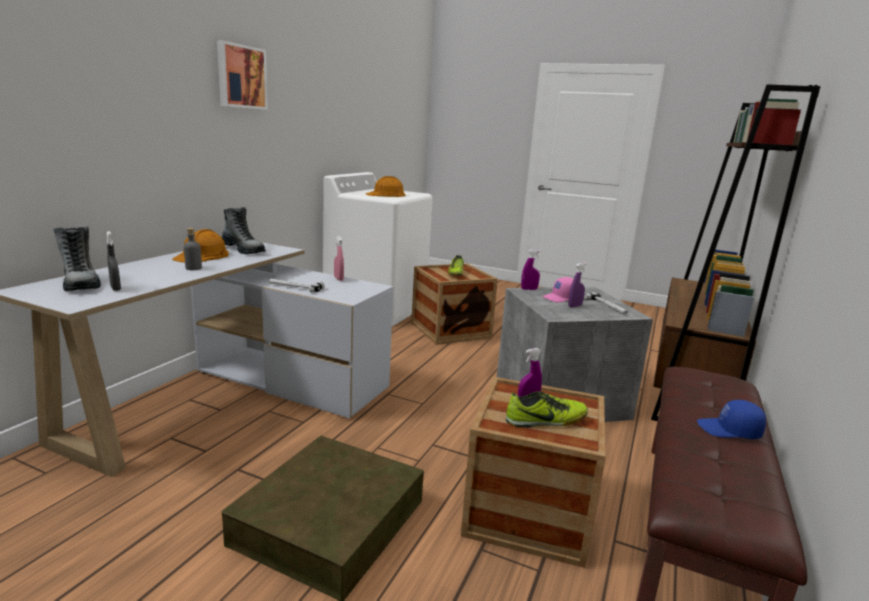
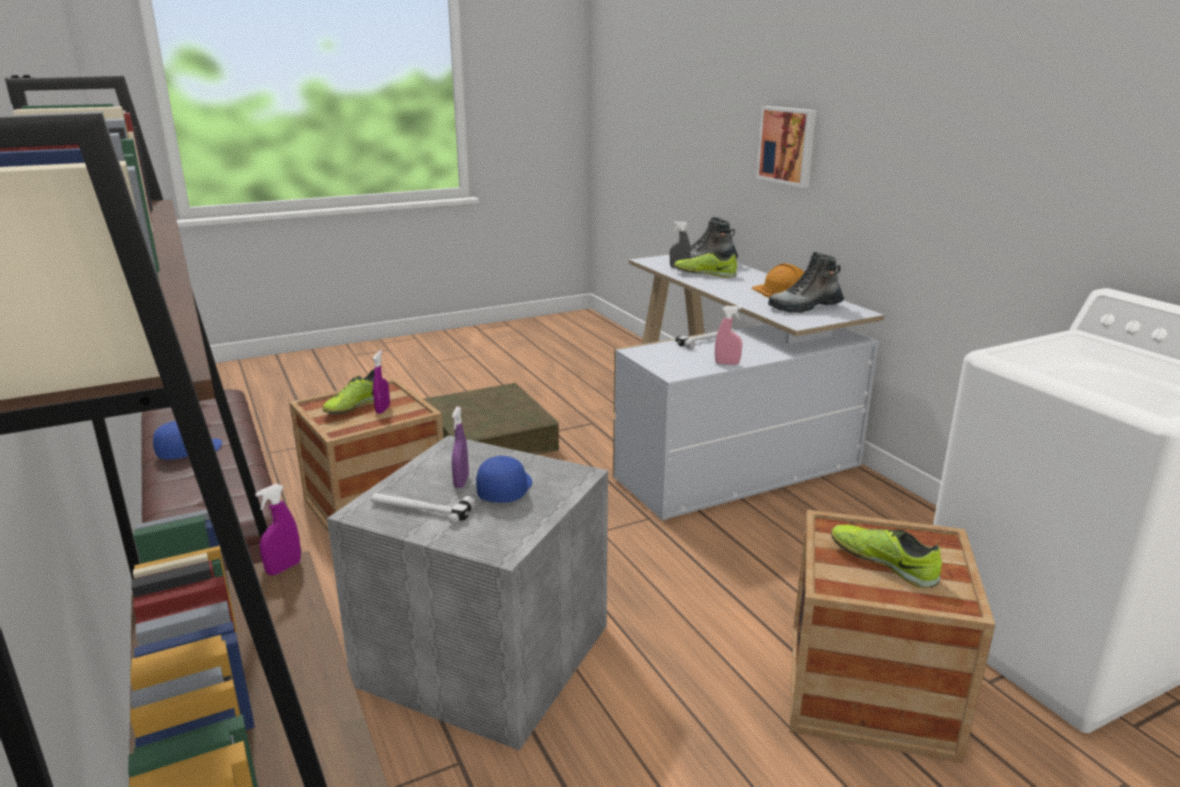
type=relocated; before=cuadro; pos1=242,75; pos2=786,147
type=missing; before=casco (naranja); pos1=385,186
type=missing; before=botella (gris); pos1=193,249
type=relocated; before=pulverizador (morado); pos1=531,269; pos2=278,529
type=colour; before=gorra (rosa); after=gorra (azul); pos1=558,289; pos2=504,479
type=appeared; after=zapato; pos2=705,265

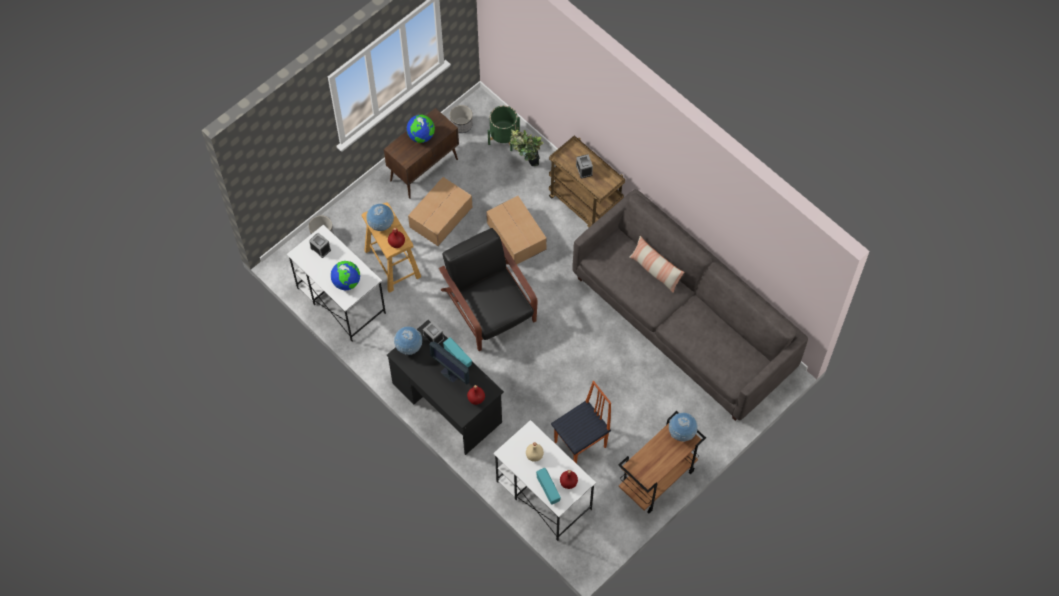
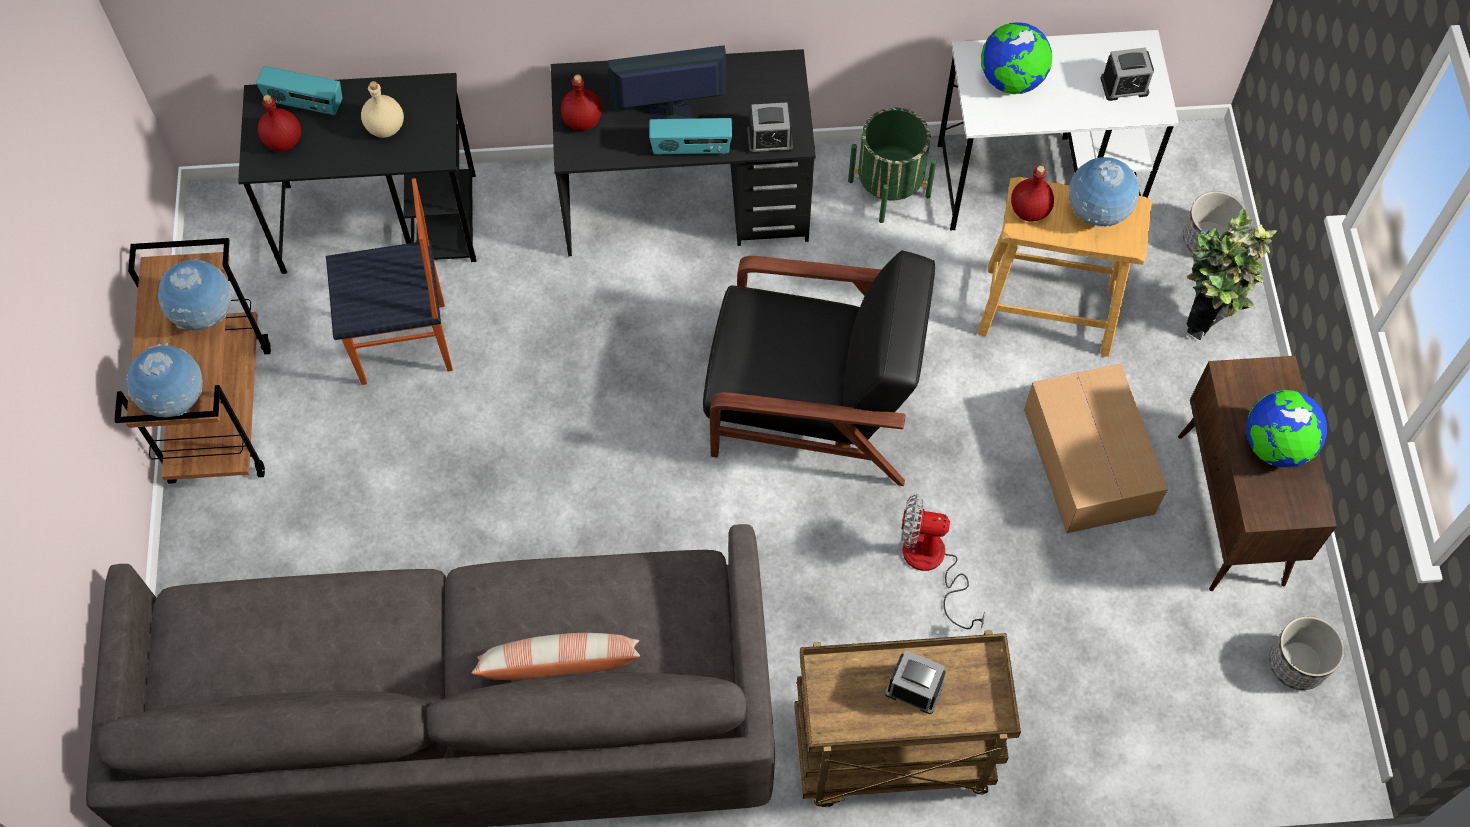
type=relocated; before=maceta (verde); pos1=504,128; pos2=892,165
type=relocated; before=planta en maceta; pos1=527,148; pos2=1232,274
type=exchanged; before=caja de cartón; after=ventilador; pos1=516,230; pos2=943,561
type=relocated; before=globo terráqueo; pos1=408,341; pos2=195,294
type=spun; before=silla; pos1=581,422; pos2=389,281; turn=-105
type=colour; before=escritorio (blanco); after=escritorio (negro); pos1=544,480; pos2=357,173

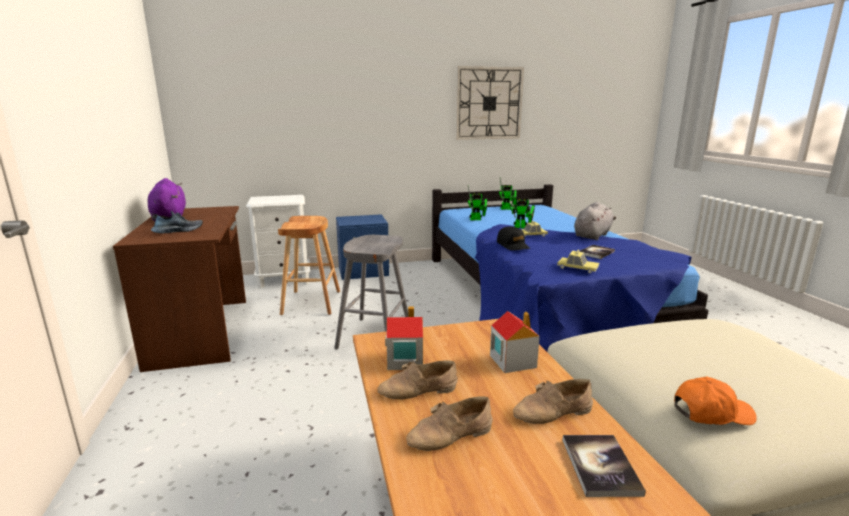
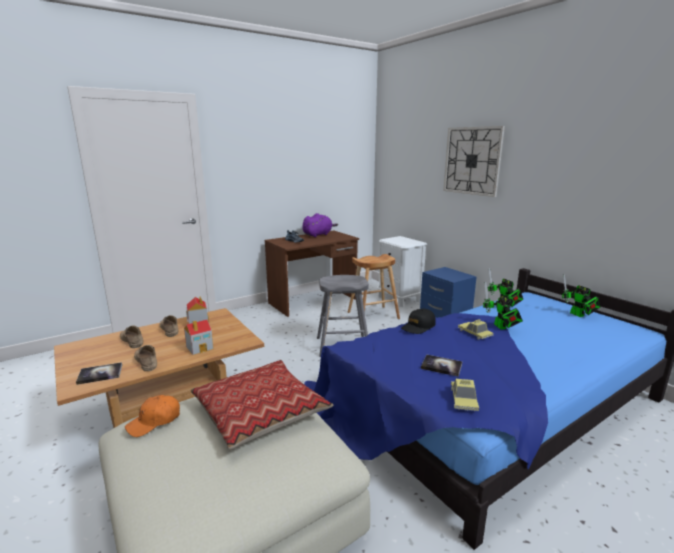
type=relocated; before=reloj de pared; pos1=490,103; pos2=474,161
type=missing; before=peluche (gris); pos1=595,221
type=relocated; before=coche de juguete; pos1=578,261; pos2=465,395
type=spun; before=gorra (naranja); pos1=715,400; pos2=152,416; turn=75
type=appeared; after=cojín; pos2=262,405

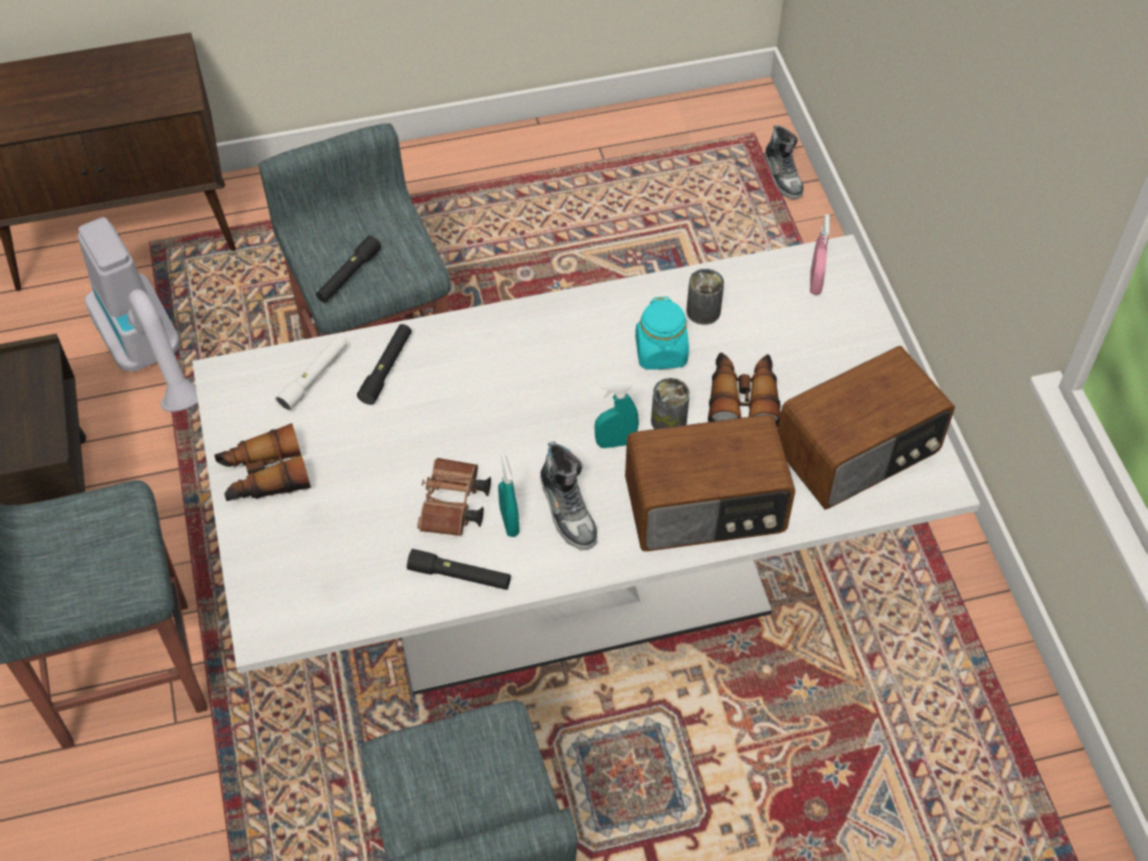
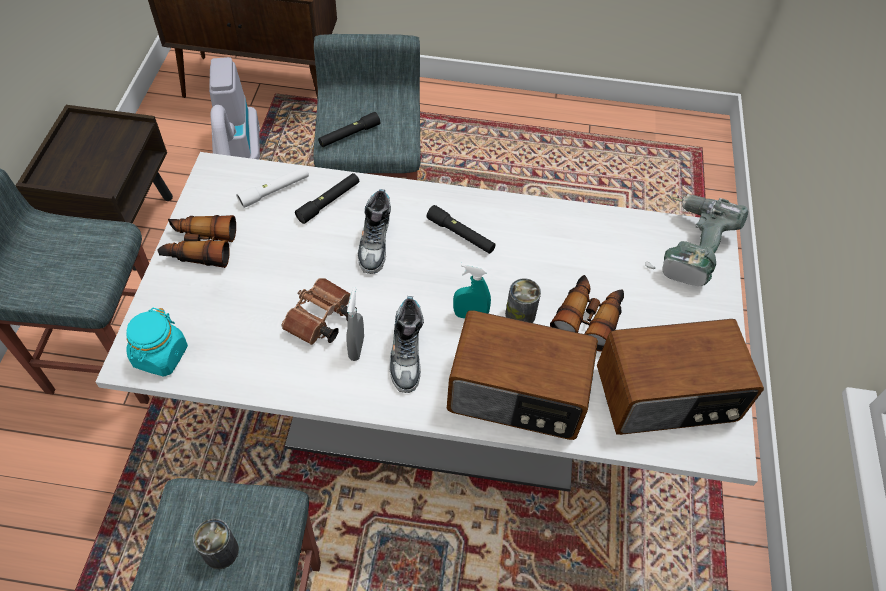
type=relocated; before=zapato; pos1=784,162; pos2=374,231
type=exchanged; before=pulverizador (rosa); after=taladro; pos1=820,254; pos2=696,240
type=relocated; before=lata; pos1=705,297; pos2=216,544
type=relocated; before=tarro (turquesa); pos1=662,333; pos2=157,342
type=colour; before=pulverizador (turquesa); after=pulverizador (gris); pos1=509,494; pos2=355,324
type=relocated; before=linterna (negro); pos1=459,569; pos2=461,229

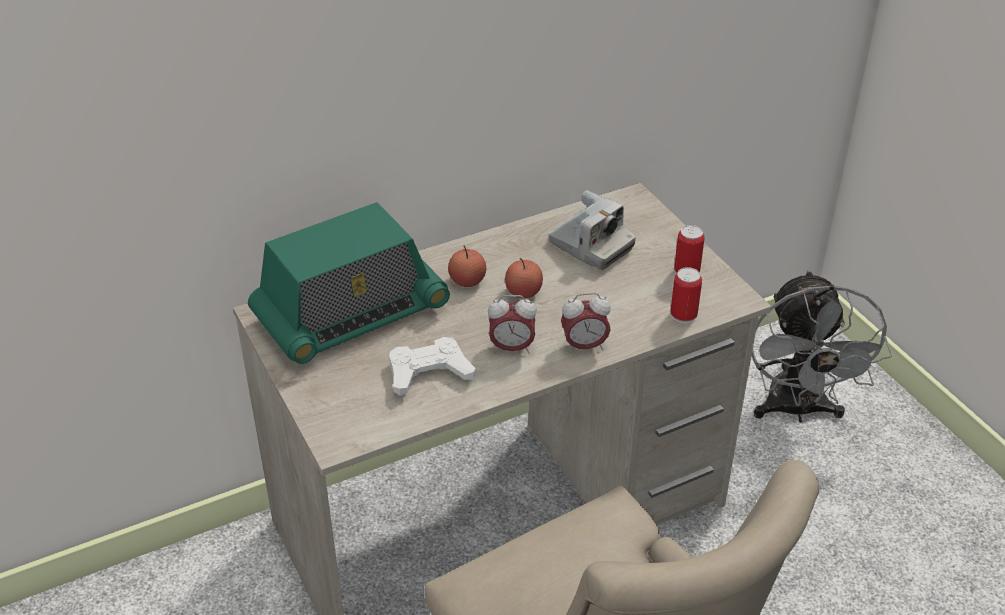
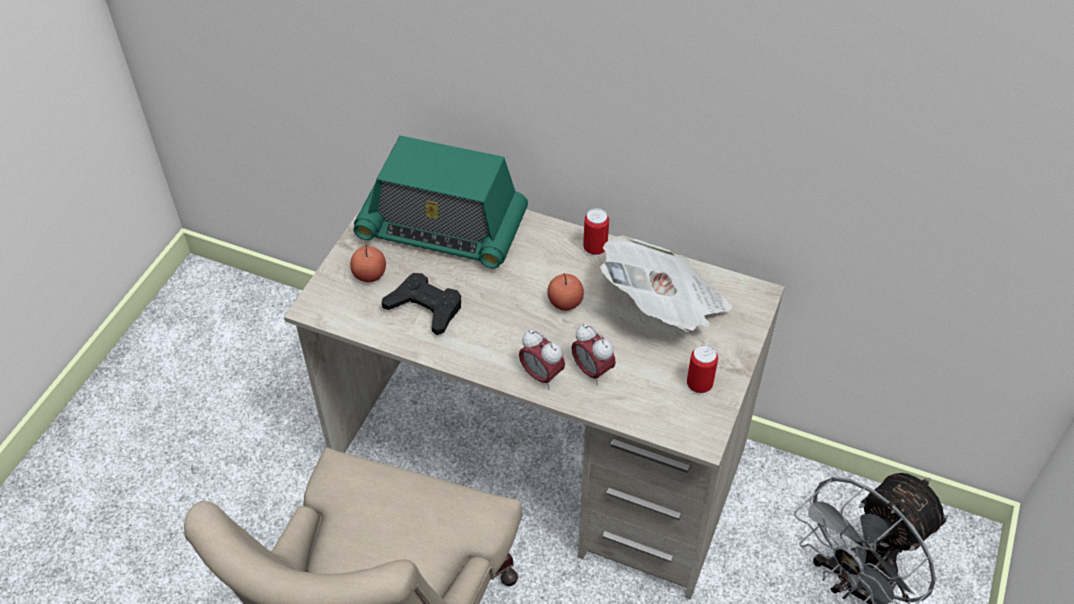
type=exchanged; before=cámara; after=periódico; pos1=592,230; pos2=666,283
type=relocated; before=manzana; pos1=467,266; pos2=368,263
type=relocated; before=lata; pos1=686,295; pos2=596,232
type=relocated; before=despertador; pos1=512,324; pos2=593,354
type=colour; before=mando de consola (blanco); after=mando de consola (negro); pos1=432,366; pos2=421,304

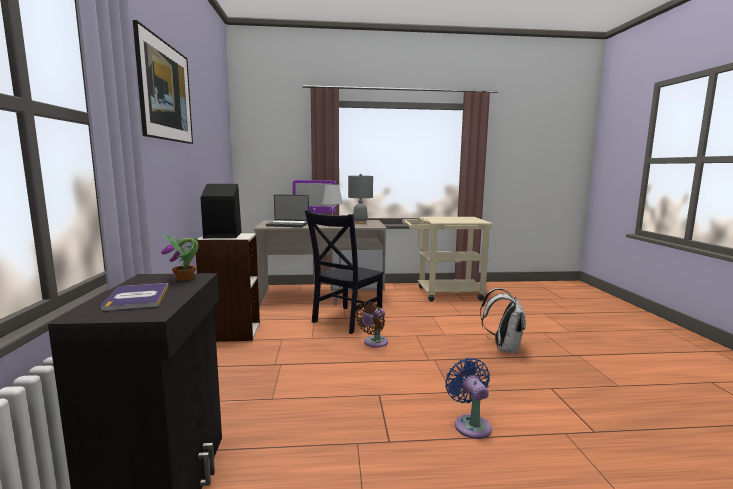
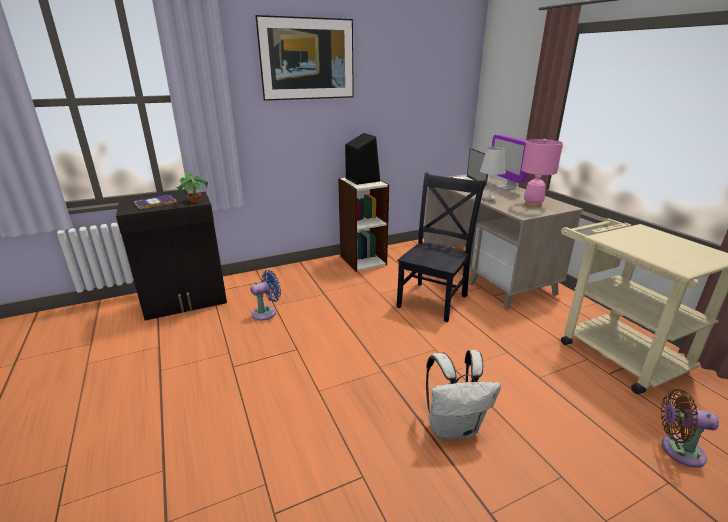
type=colour; before=lámpara de mesa (gris); after=lámpara de mesa (rosa); pos1=360,199; pos2=542,173
type=spun; before=silla (negro); pos1=344,272; pos2=441,247; turn=105
type=relocated; before=ventilador (marrón); pos1=372,324; pos2=690,428
type=relocated; before=ventilador (azul); pos1=468,398; pos2=265,295

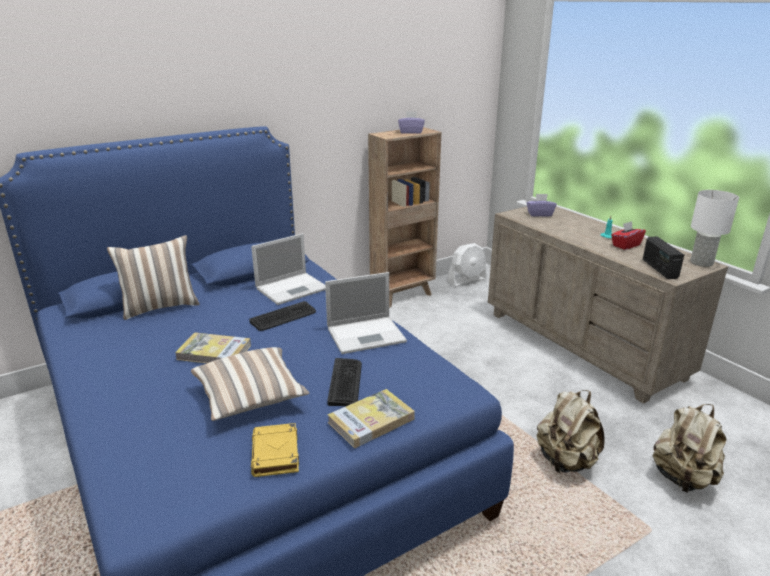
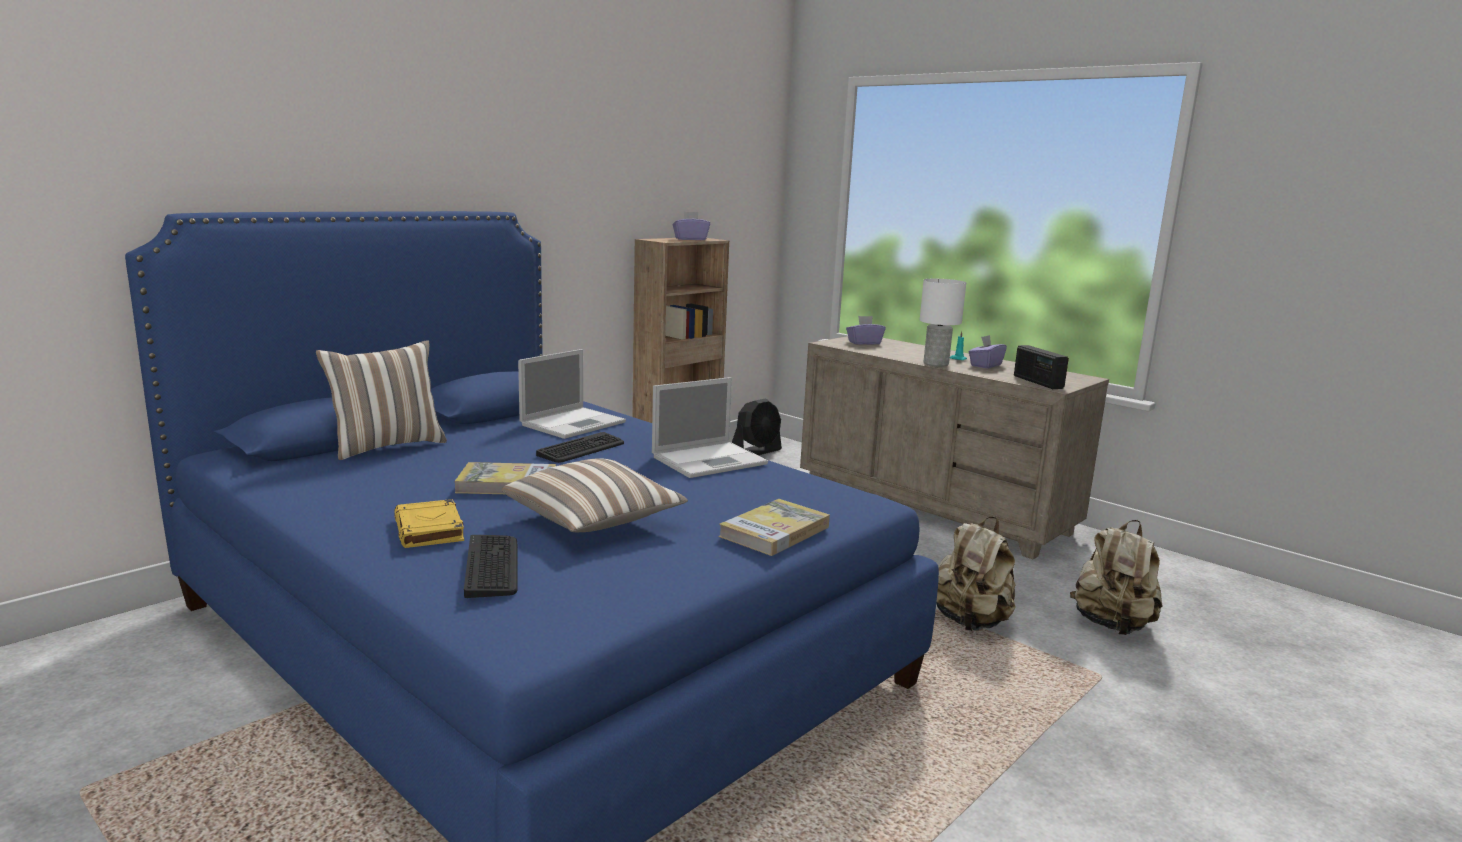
type=relocated; before=lámpara de mesa (blanco); pos1=714,228; pos2=943,323
type=colour; before=caja de pañuelos (rojo); after=caja de pañuelos (morado); pos1=628,235; pos2=988,352
type=colour; before=ventilador (blanco); after=ventilador (negro); pos1=467,265; pos2=757,426
type=relocated; before=teclado; pos1=344,382; pos2=491,566
type=relocated; before=libro (amarillo); pos1=275,450; pos2=429,523

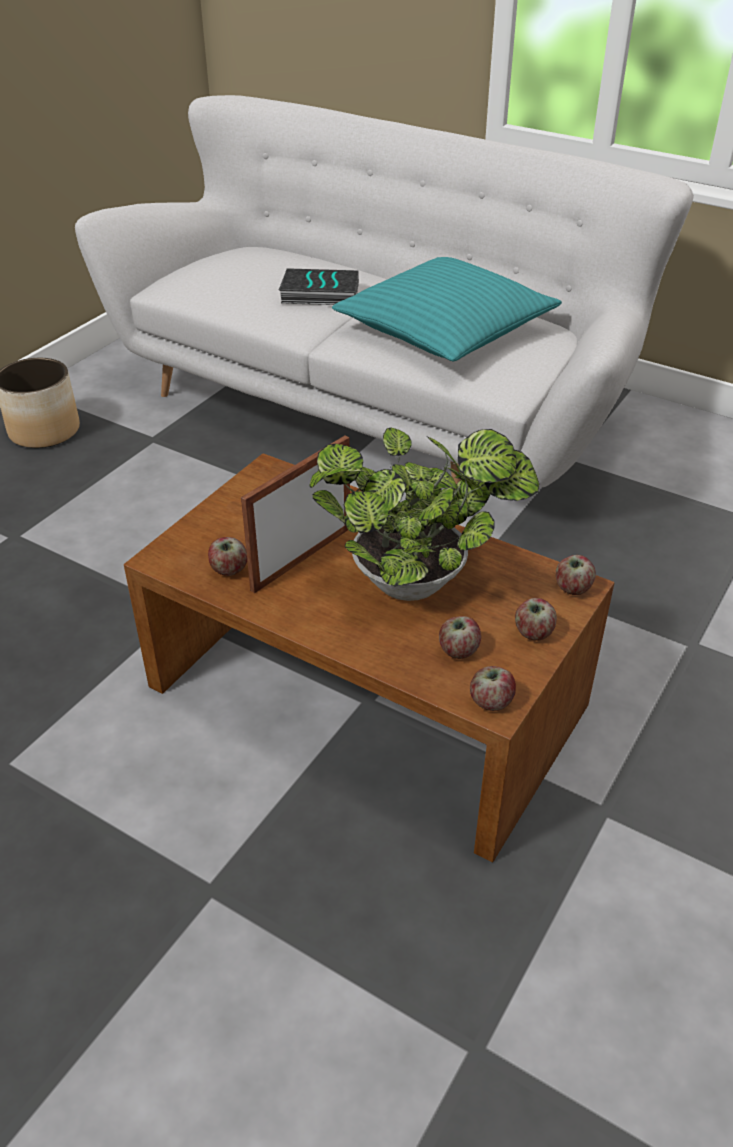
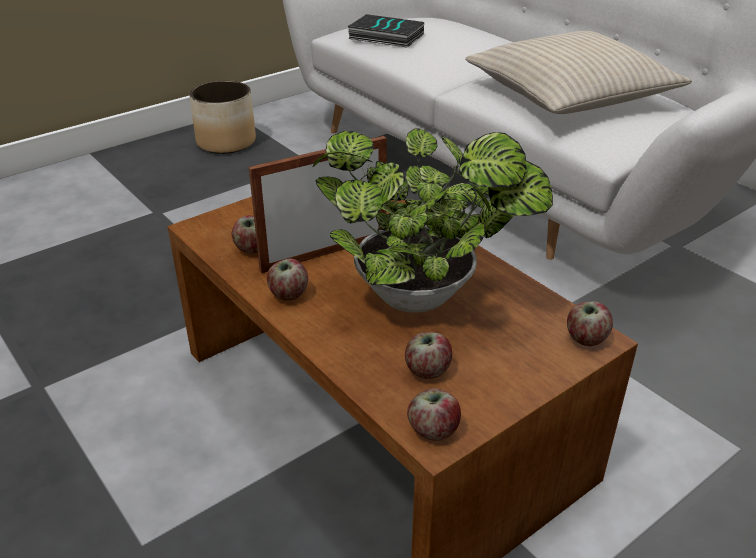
type=colour; before=cojín (turquesa); after=cojín (beis); pos1=447,309; pos2=578,72
type=relocated; before=libro; pos1=319,286; pos2=385,30
type=relocated; before=manzana; pos1=536,619; pos2=287,279

